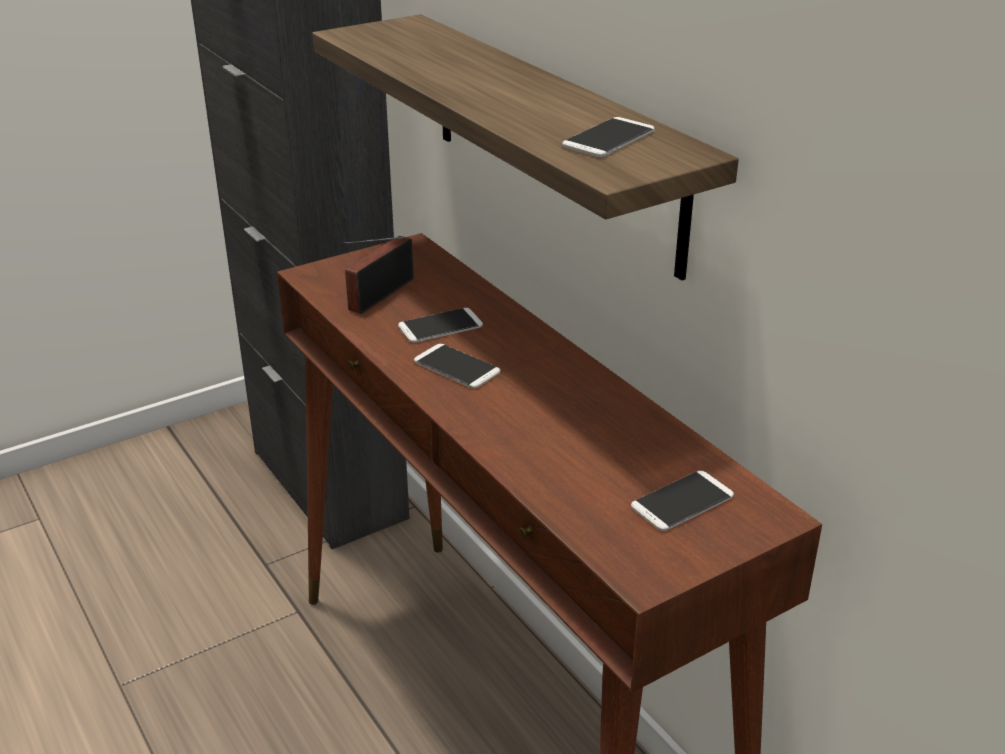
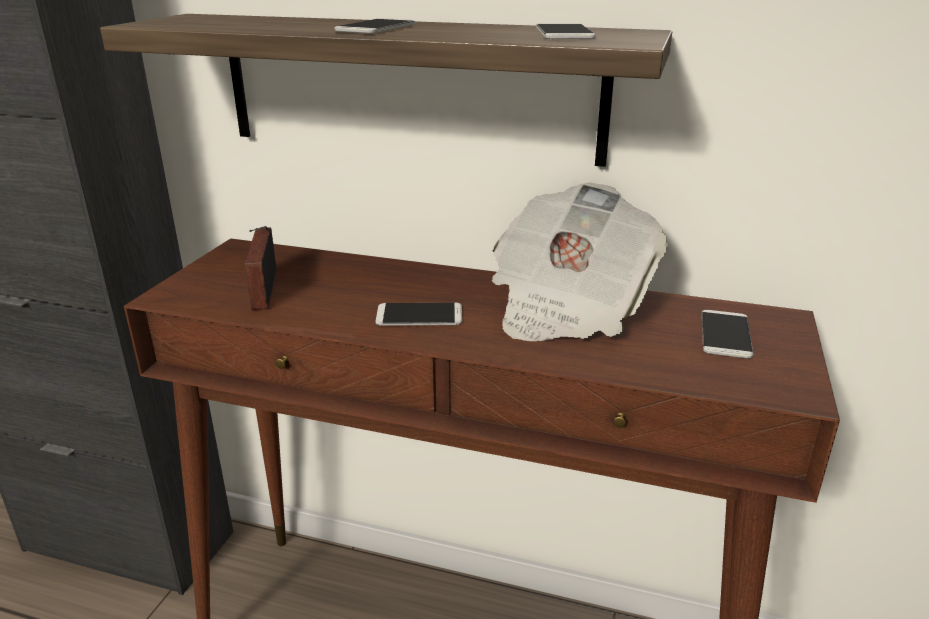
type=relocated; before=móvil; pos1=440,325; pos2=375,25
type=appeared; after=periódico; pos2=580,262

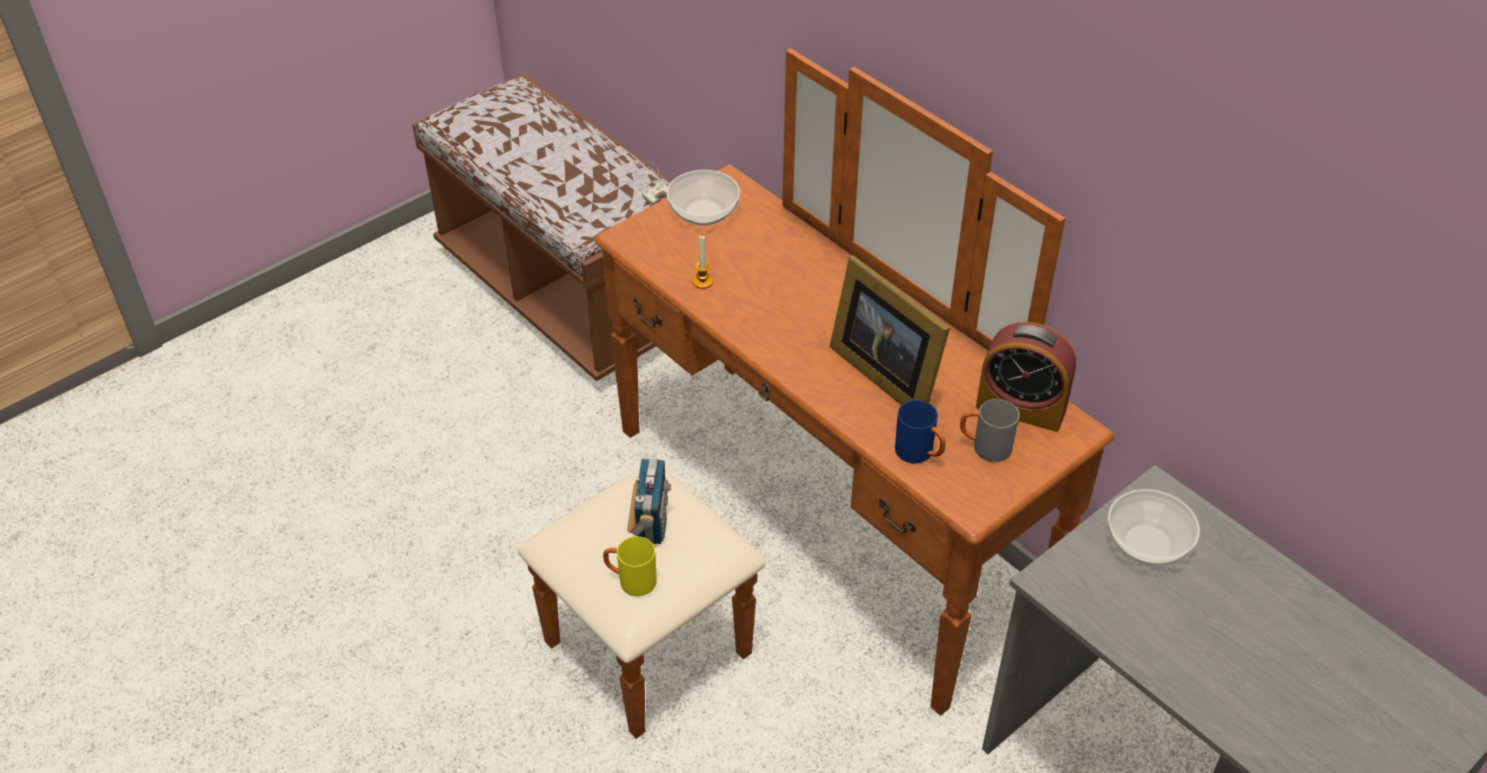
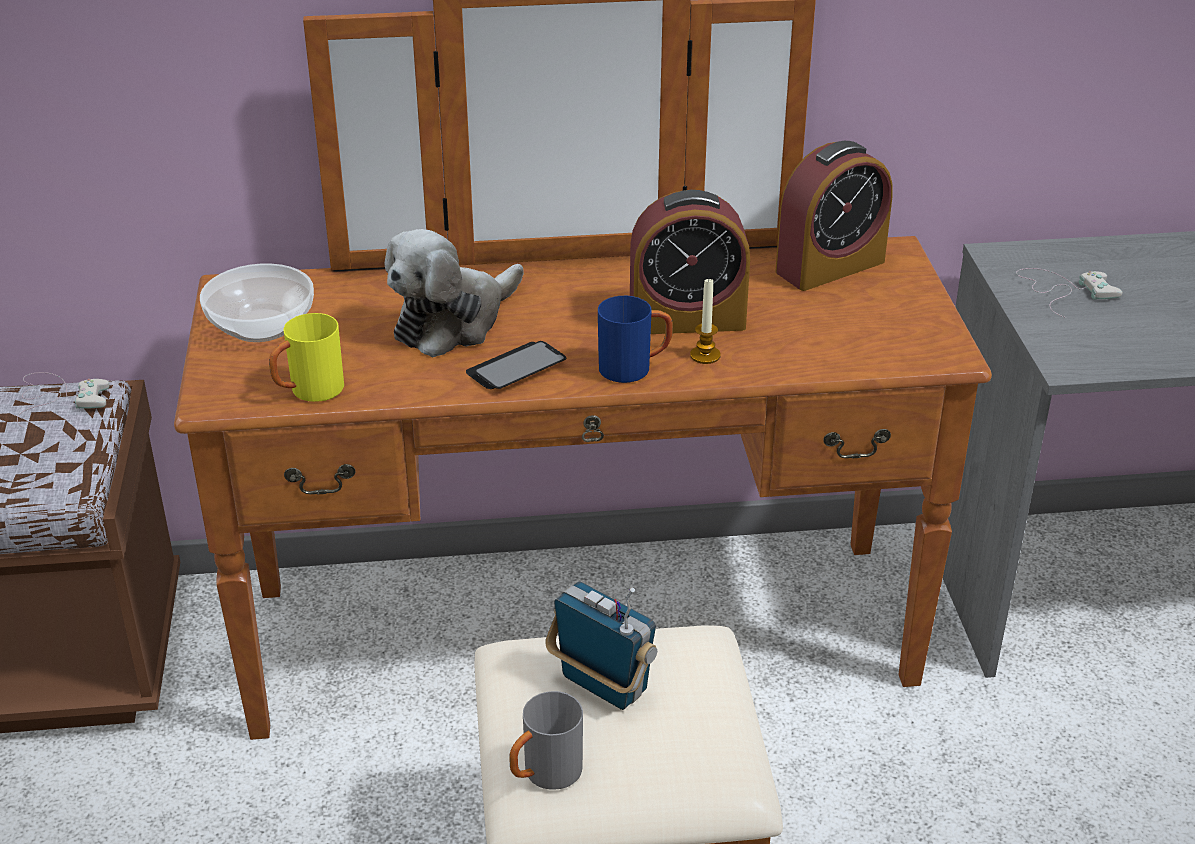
type=relocated; before=vela; pos1=703,262; pos2=705,321
type=exchanged; before=portarretratos; after=despertador; pos1=890,330; pos2=690,262
type=relocated; before=taza grande (gris); pos1=989,430; pos2=546,740
type=relocated; before=taza grande (azul); pos1=920,431; pos2=635,339
type=exchanged; before=cuenco; after=mando de consola (blanco); pos1=1153,527; pos2=1069,293
type=relocated; before=taza grande (amarillo); pos1=630,566; pos2=306,357
type=appeared; after=peluche; pos2=454,293
type=appeared; after=móvil; pos2=516,365

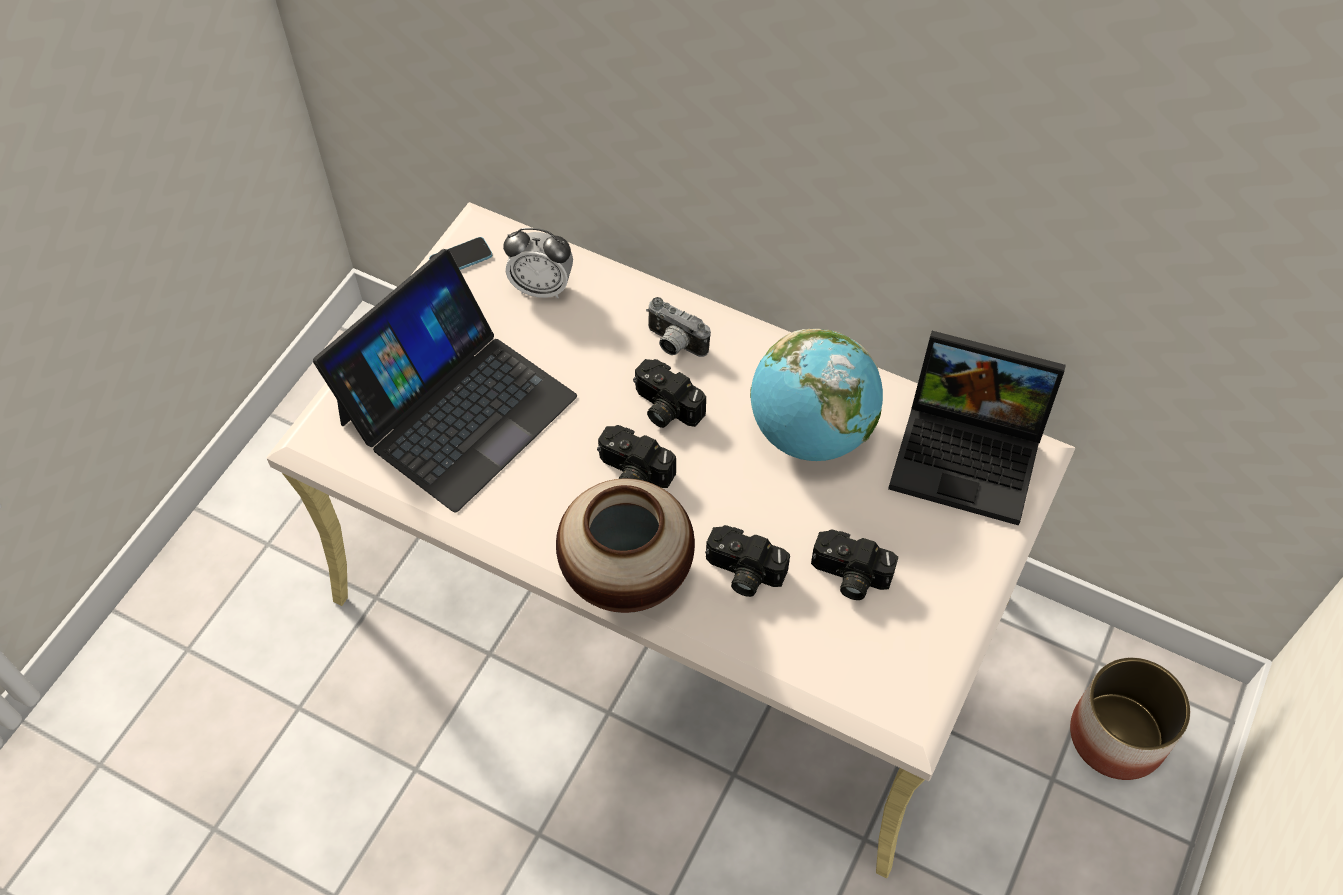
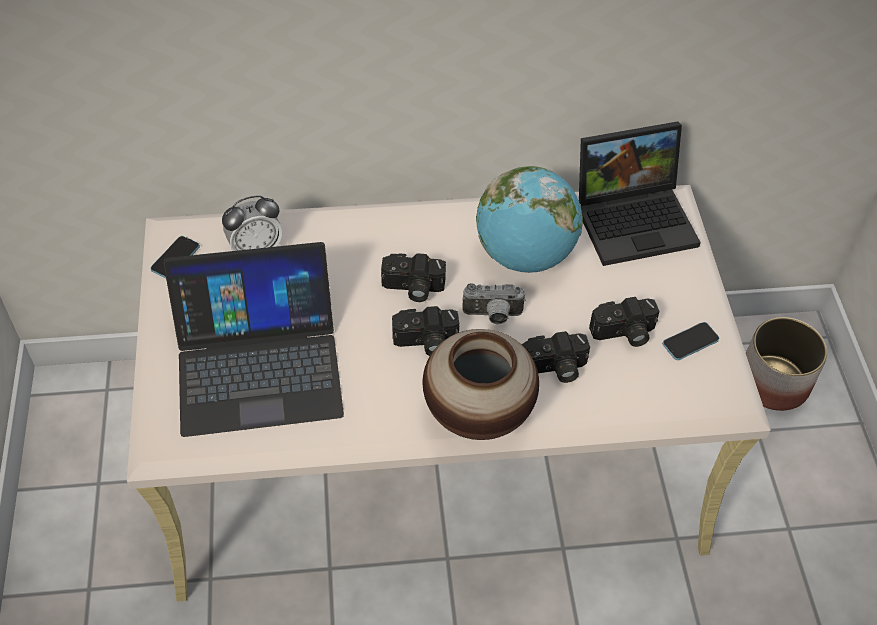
type=spun; before=portátil; pos1=445,381; pos2=254,339; turn=75
type=relocated; before=cámara; pos1=678,327; pos2=494,304
type=appeared; after=móvil; pos2=691,341

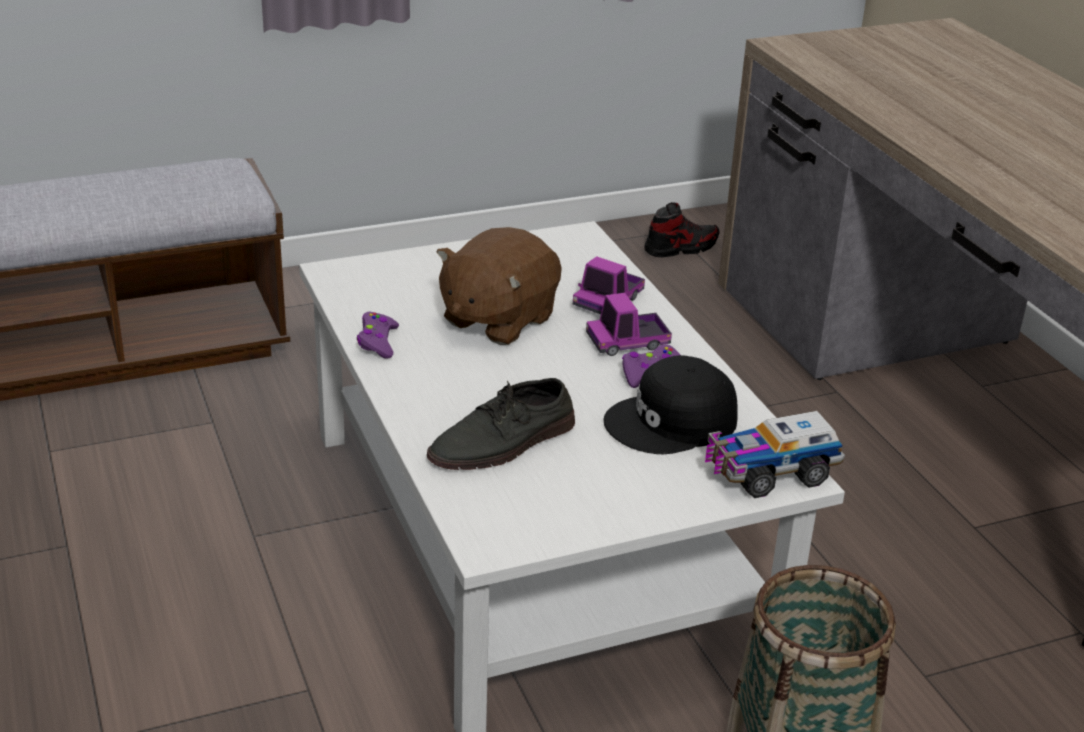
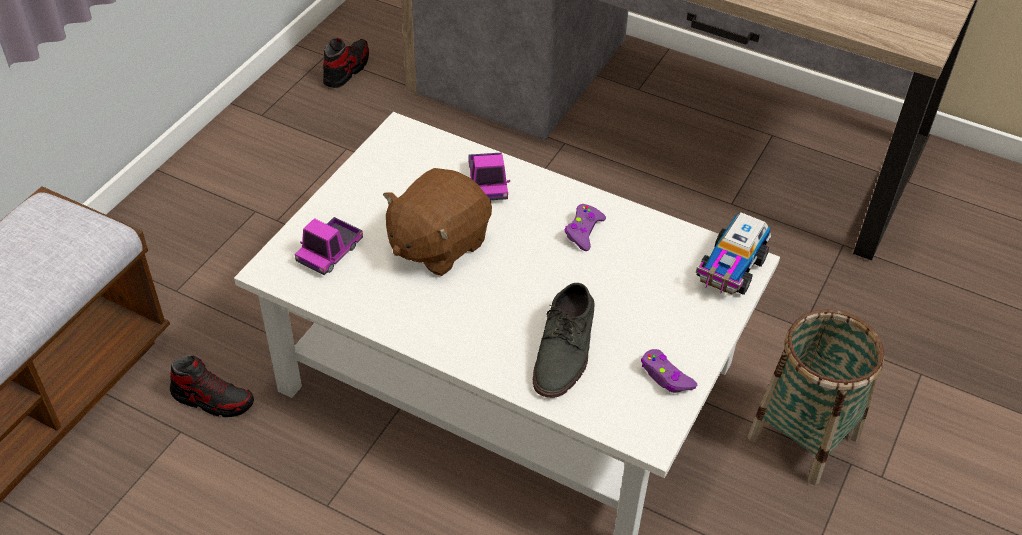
type=spun; before=peluche (marrón); pos1=499,286; pos2=437,222; turn=45
type=relocated; before=camión de juguete; pos1=629,324; pos2=329,246
type=relocated; before=mando de consola (morado); pos1=378,334; pos2=669,371
type=missing; before=gorra (negro); pos1=670,404
type=appeared; after=zapato; pos2=212,386

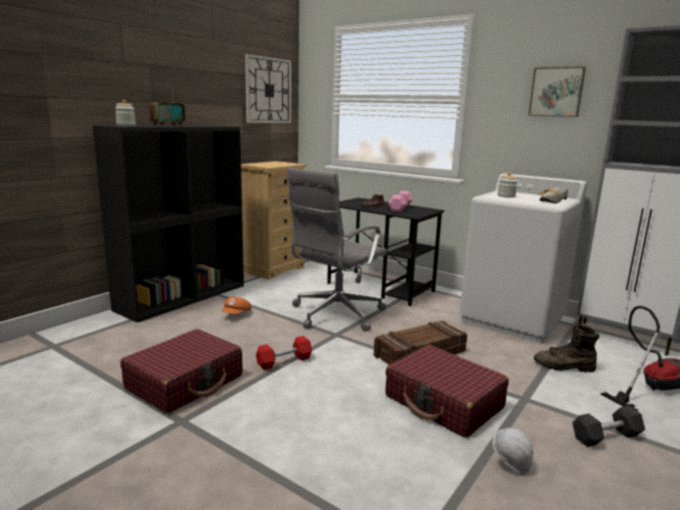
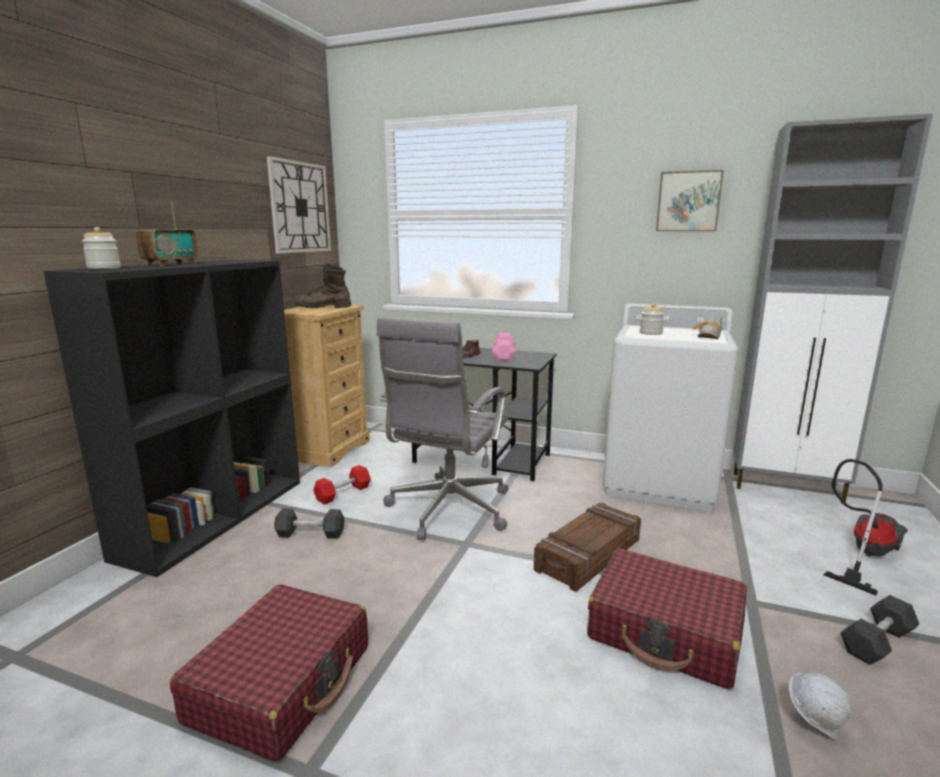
type=exchanged; before=gorra (naranja); after=mancuerna (gris); pos1=236,305; pos2=309,523
type=relocated; before=bota (marrón); pos1=567,348; pos2=323,286
type=relocated; before=mancuerna (rojo); pos1=284,353; pos2=342,484

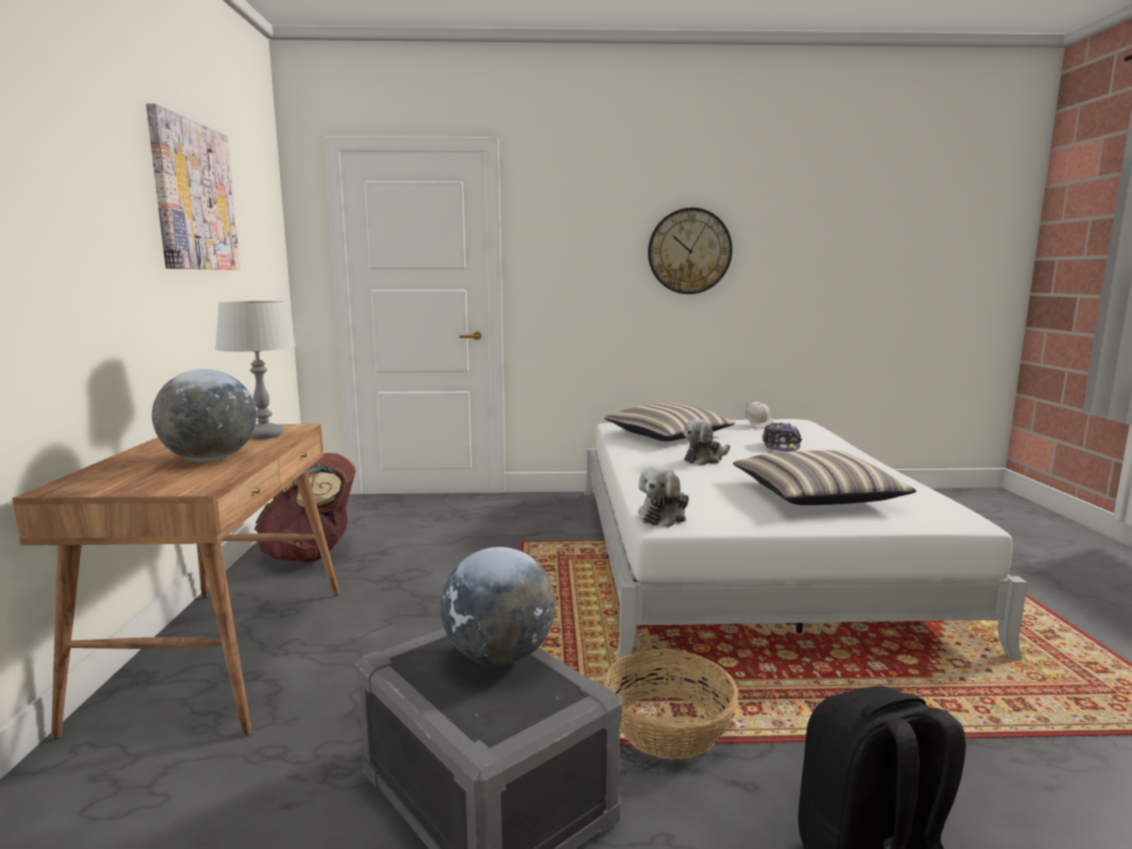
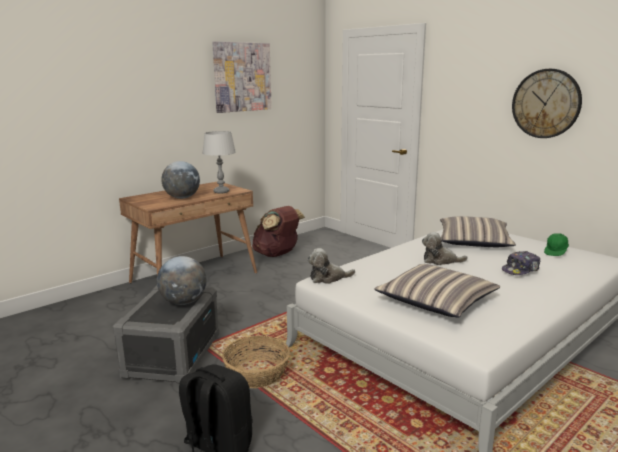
type=colour; before=gorra (blanco); after=gorra (verde); pos1=759,415; pos2=556,244

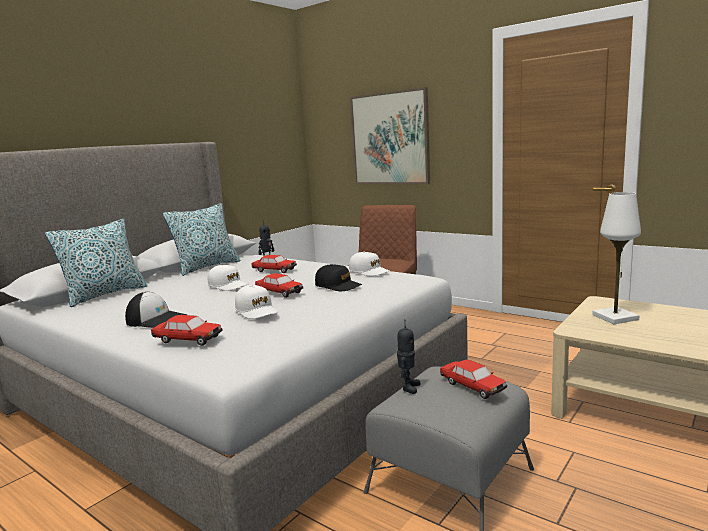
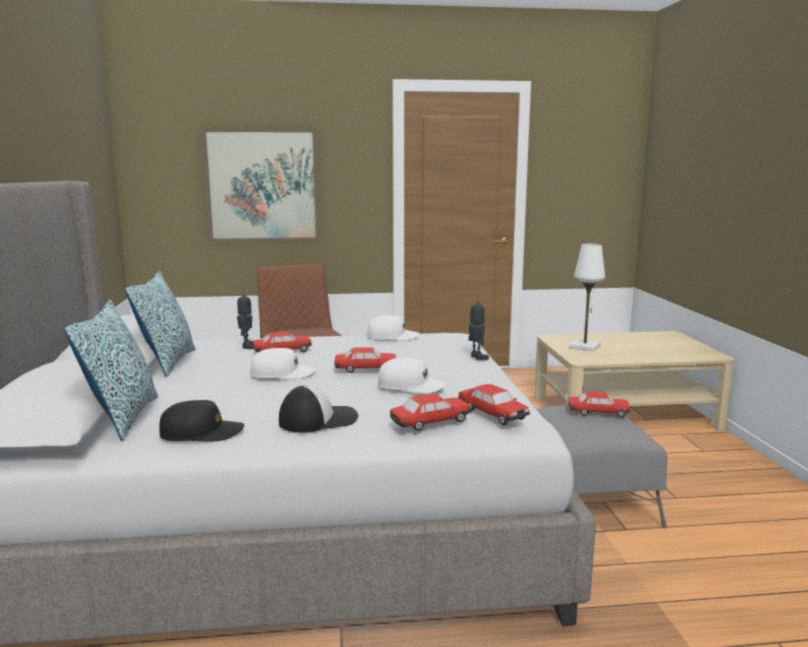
type=relocated; before=gorra (negro); pos1=338,277; pos2=201,421
type=relocated; before=robot de juguete; pos1=409,356; pos2=479,331
type=appeared; after=coche de juguete; pos2=494,404

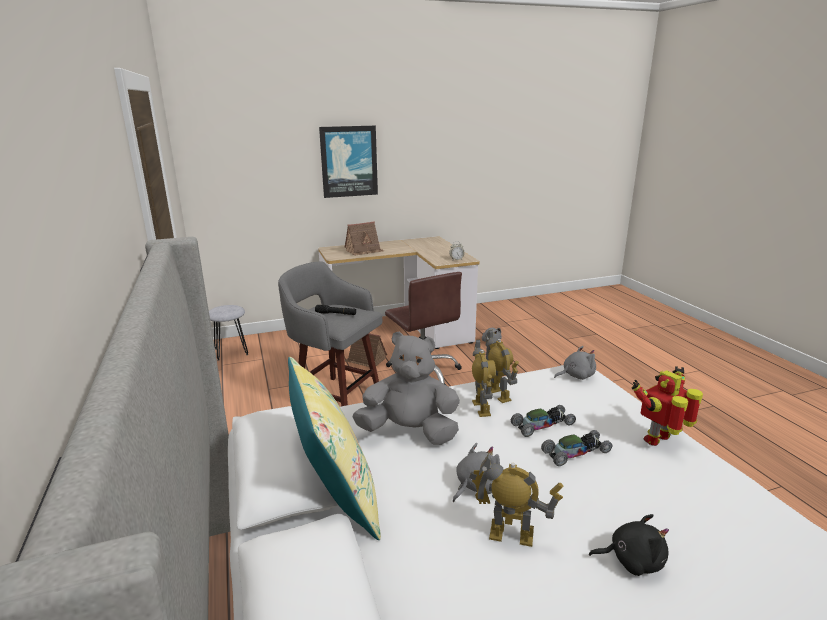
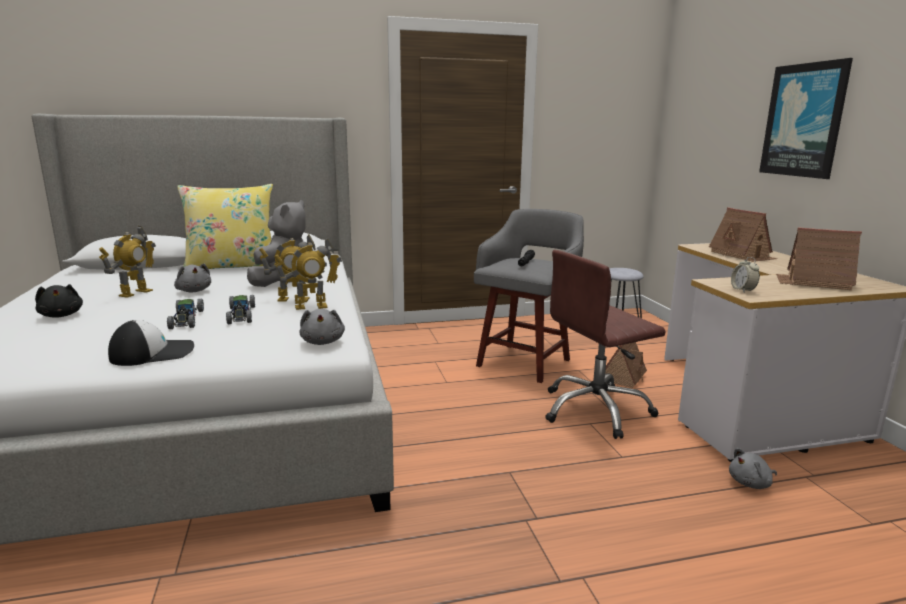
type=exchanged; before=robot de juguete; after=gorra; pos1=667,406; pos2=151,343
type=spun; before=peluche (negro); pos1=629,545; pos2=59,301; turn=-45
type=appeared; after=casita; pos2=819,258

